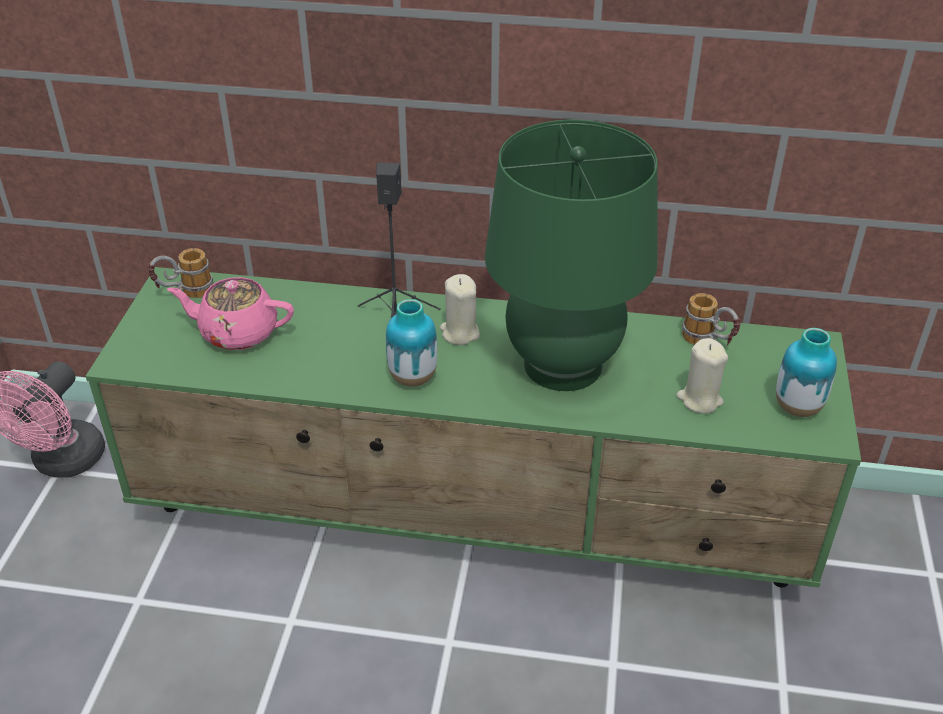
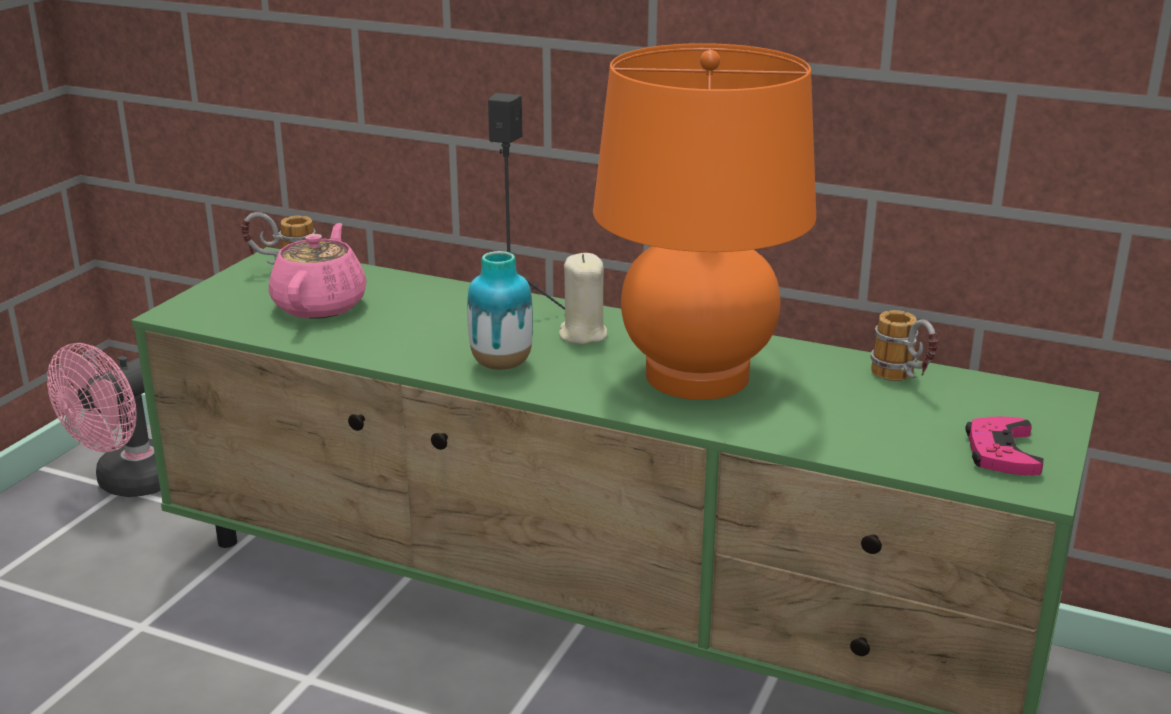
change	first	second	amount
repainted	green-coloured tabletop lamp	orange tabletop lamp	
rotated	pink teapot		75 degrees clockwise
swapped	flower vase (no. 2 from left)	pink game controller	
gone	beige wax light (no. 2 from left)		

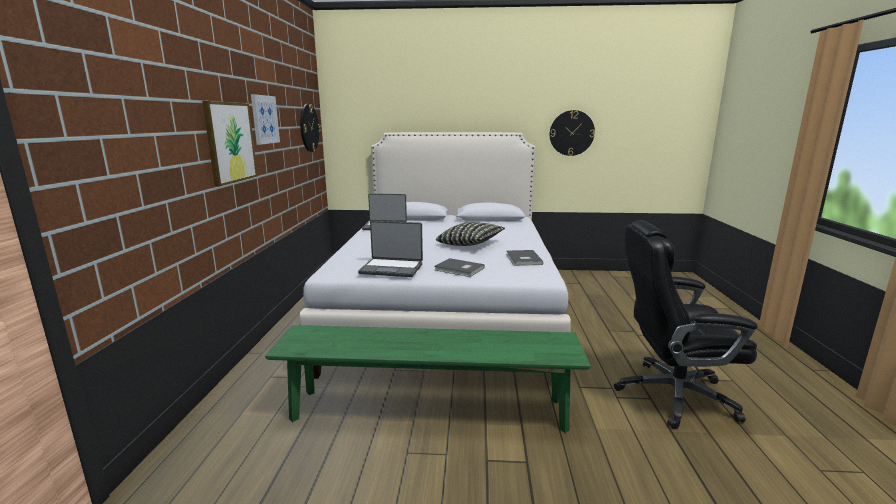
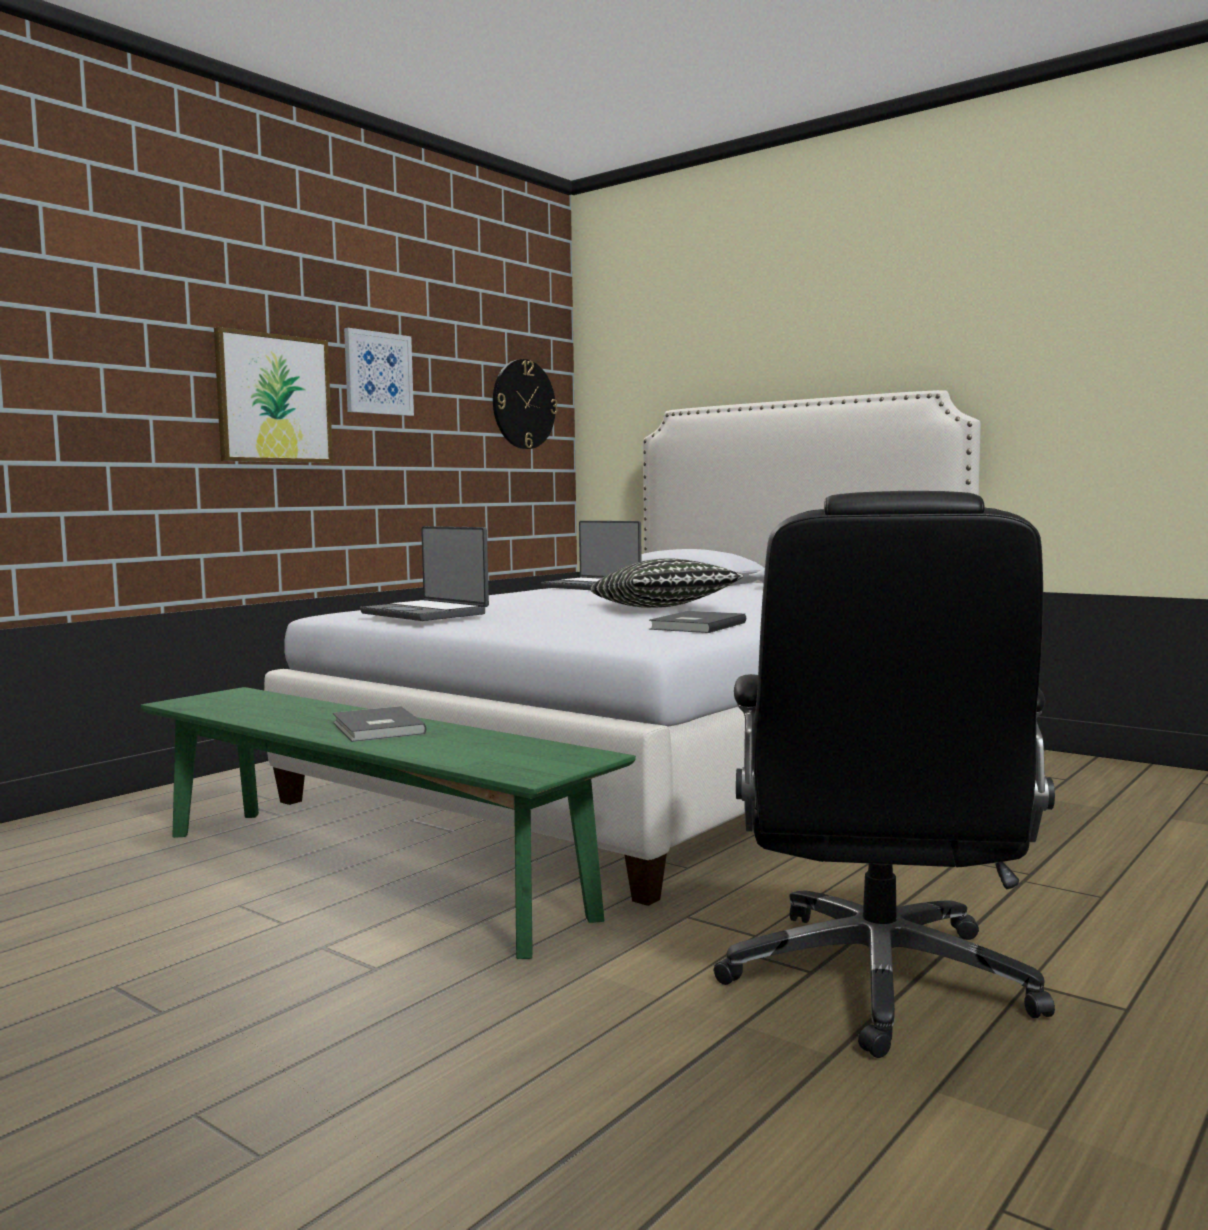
change	first	second	amount
gone	hanging clock (no. 2 from left)		
rotated	black-coloured office chair		120 degrees counterclockwise
shifted	grey bound book (no. 1 from left)		

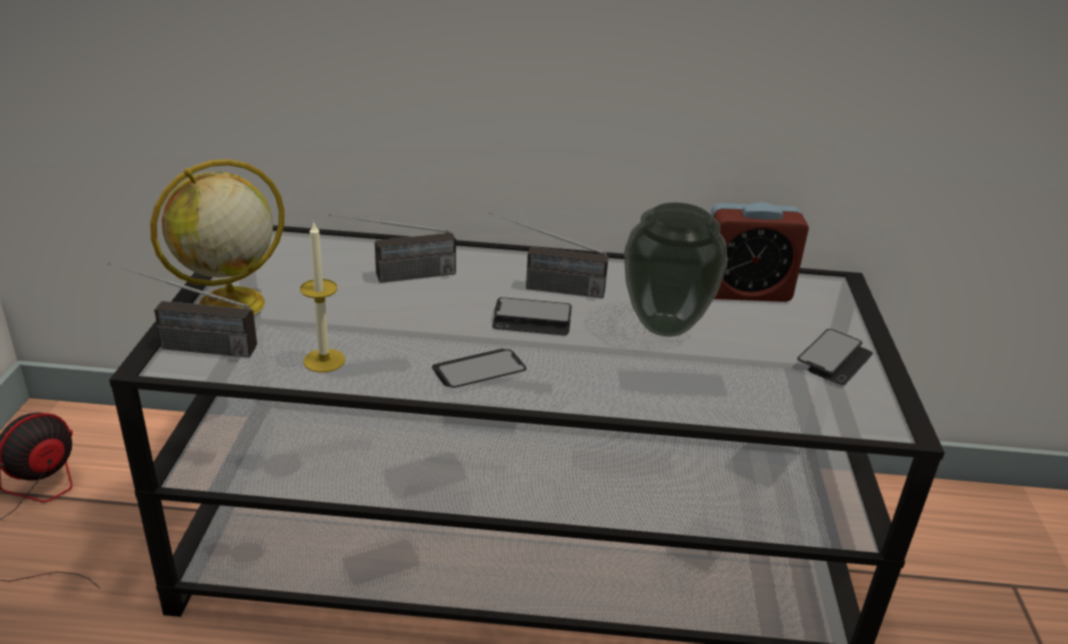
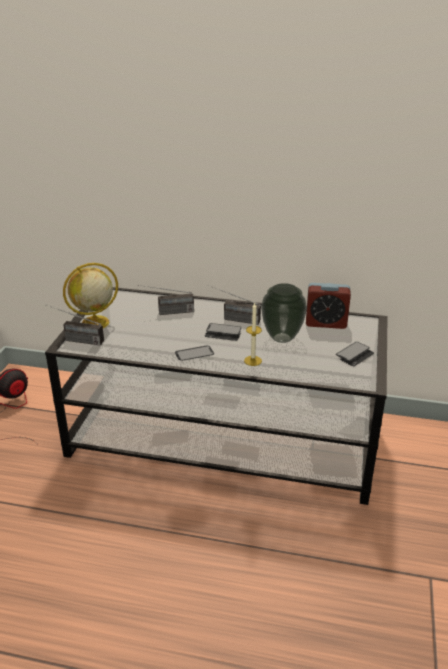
change	first	second	amount
shifted	wax light		

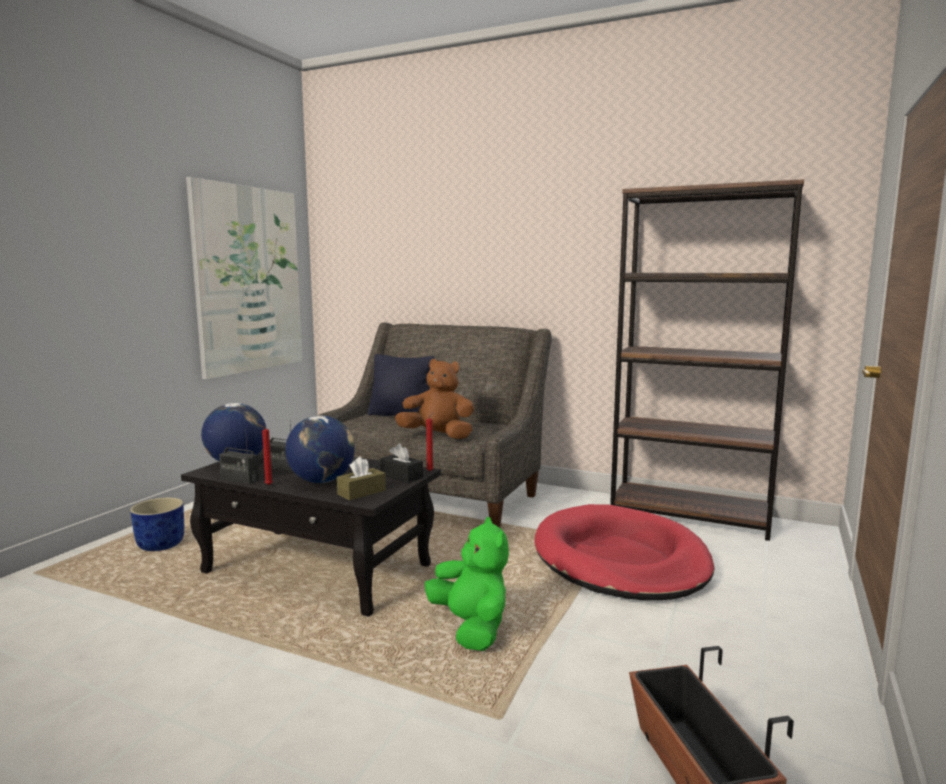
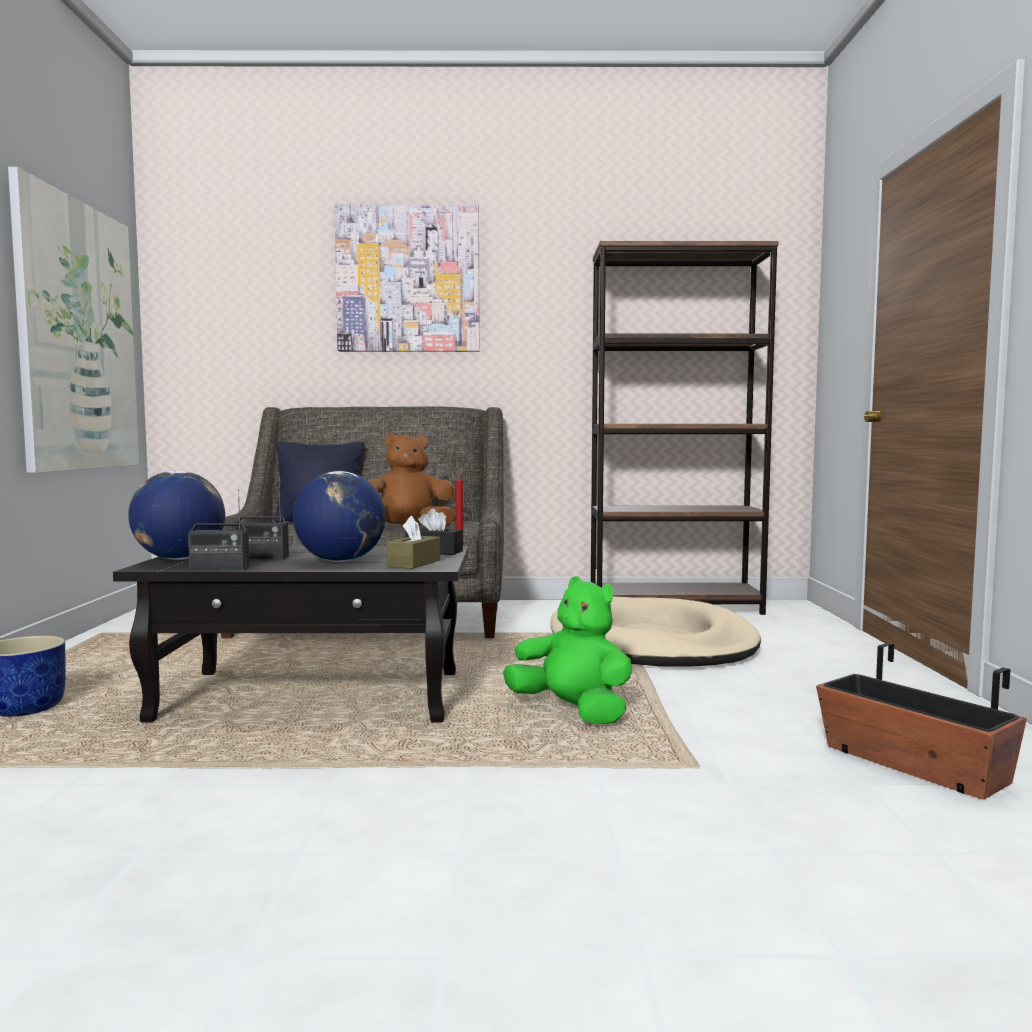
change	first	second	amount
gone	reddish wax light (no. 1 from left)		
repainted	reddish dog bed	beige dog bed	
new		picture (no. 2 from left)	

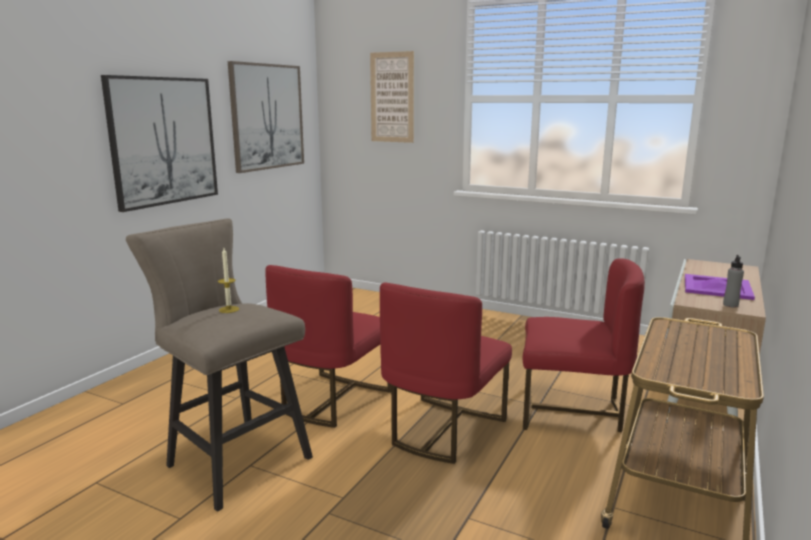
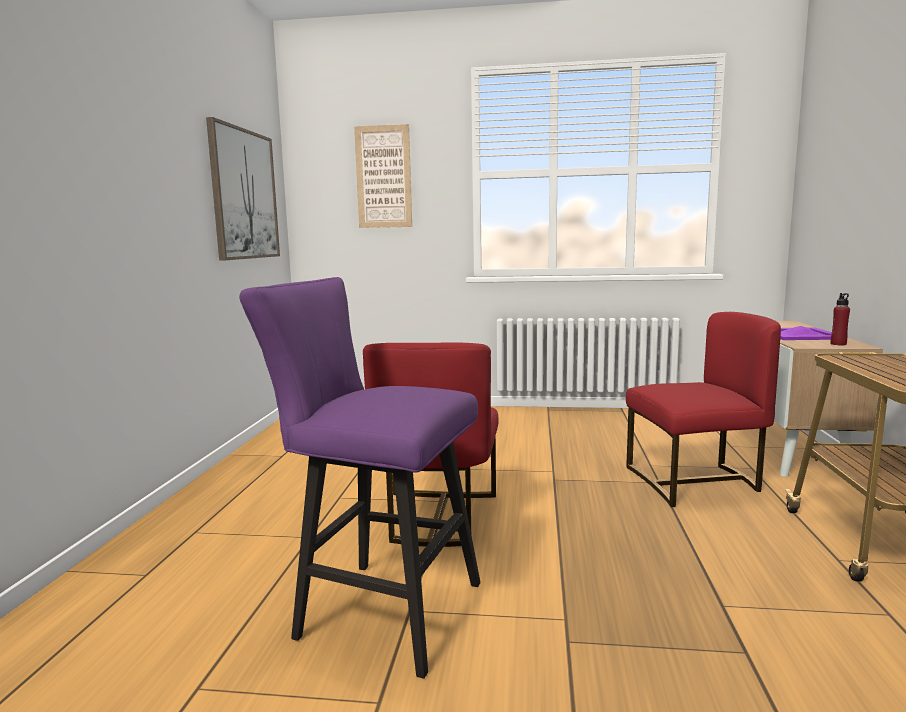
change	first	second	amount
gone	picture (no. 1 from left)		
repainted	beige sitting stool	purplish sitting stool	
gone	wax light		
repainted	grey bottle	reddish bottle	
gone	reddish upright chair (no. 2 from left)		

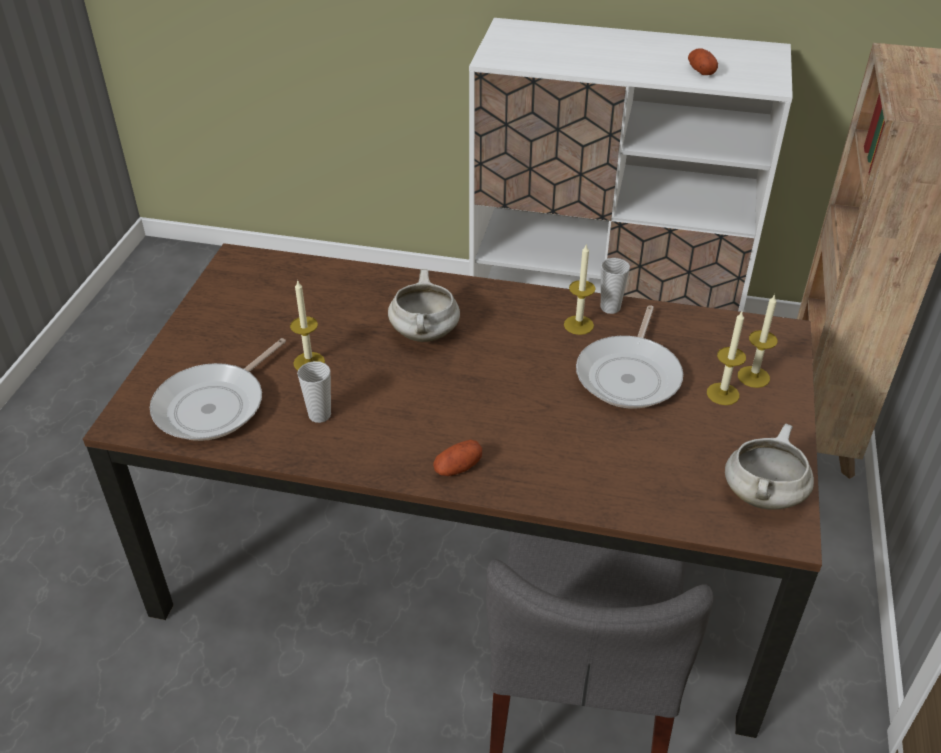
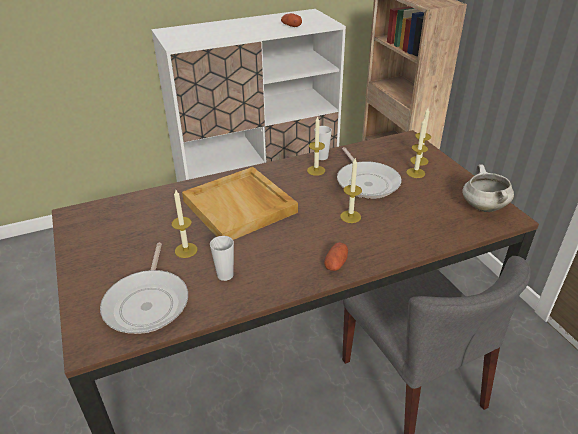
change	first	second	amount
swapped	white stockpot (no. 1 from left)	beige tray	
new		wax light (no. 3 from left)	

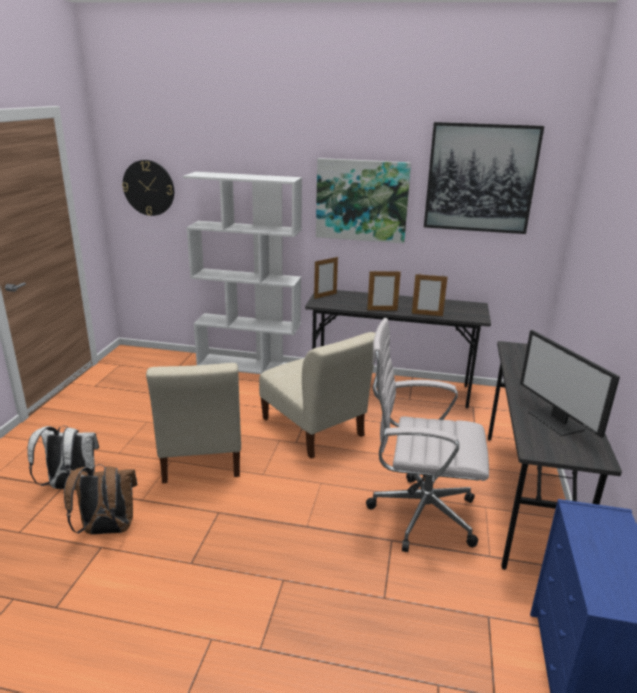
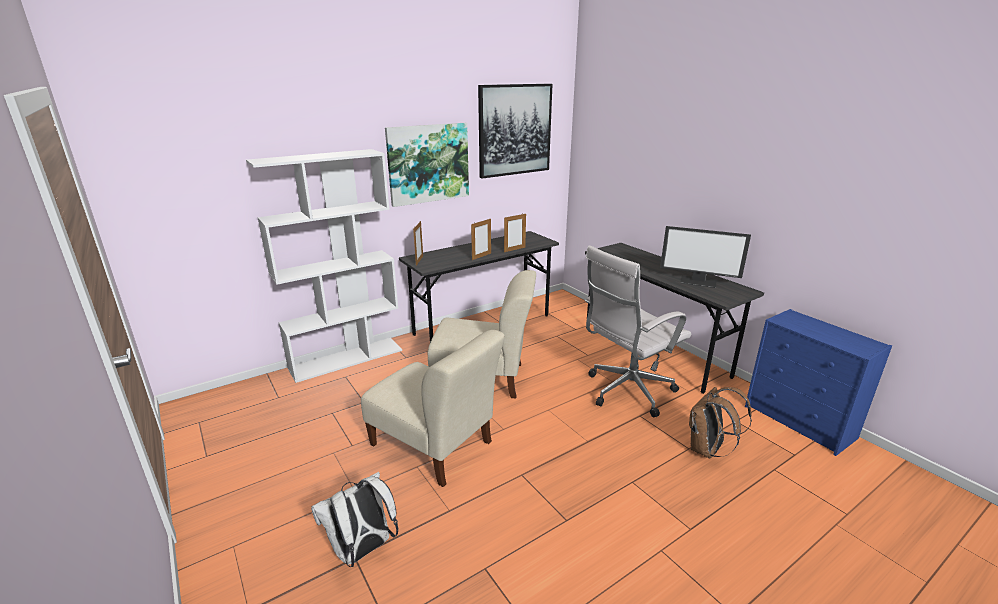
change	first	second	amount
gone	hanging clock		
shifted	brownish backpack		

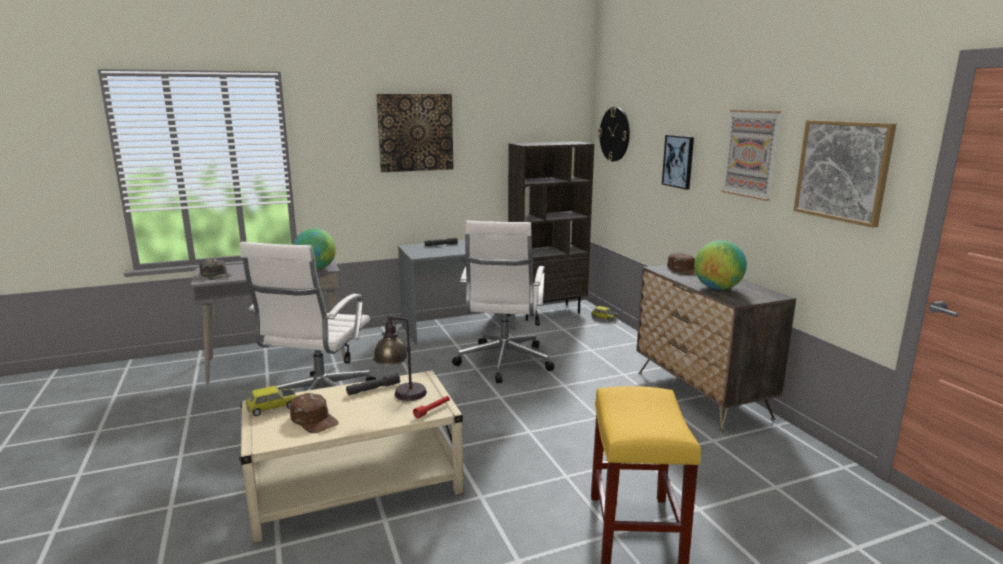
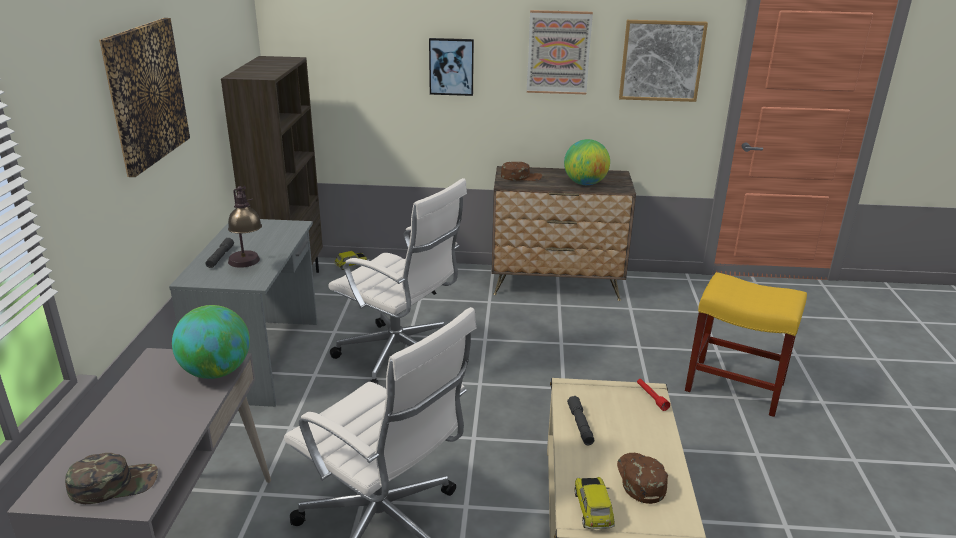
change	first	second	amount
gone	hanging clock		
shifted	tabletop lamp		
rotated	brownish cap (no. 1 from left in the first image)	brownish cap (no. 2 from left)	75 degrees counterclockwise

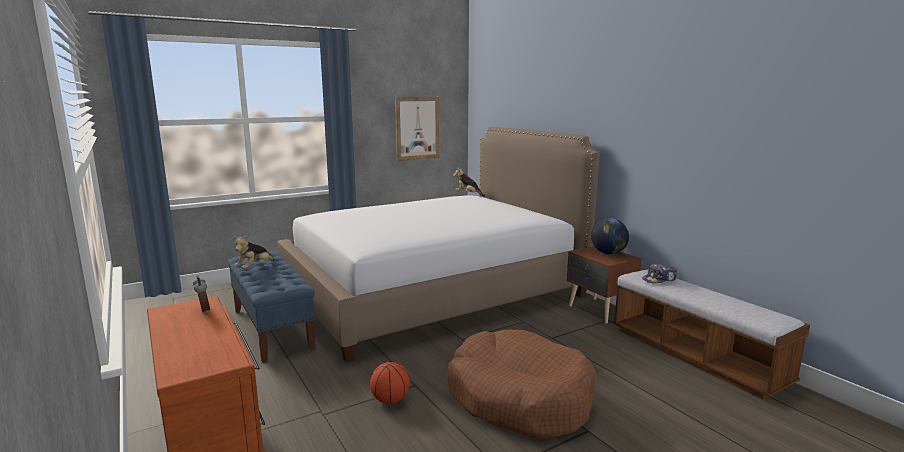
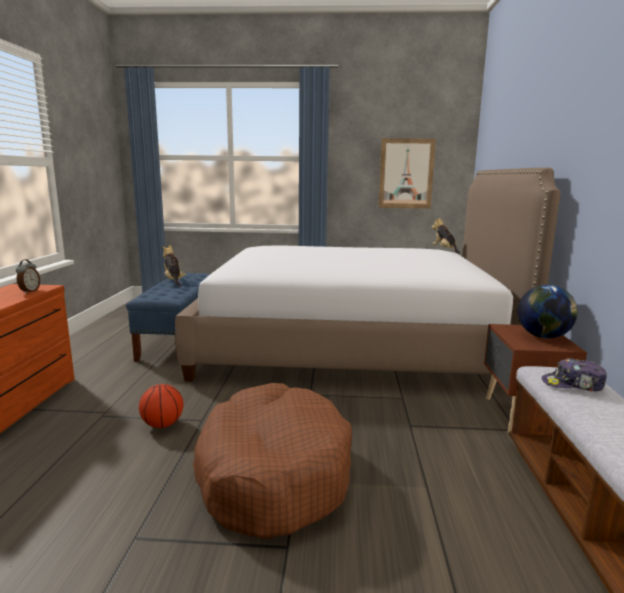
change	first	second	amount
rotated	cuddly toy (no. 1 from left)		90 degrees clockwise

